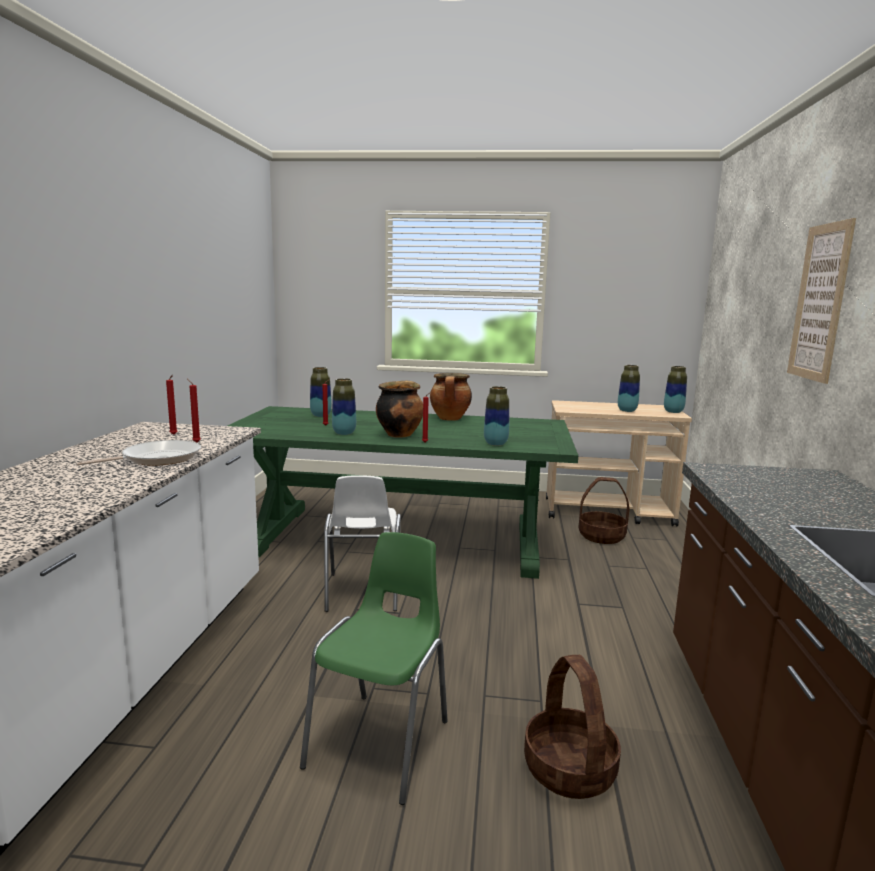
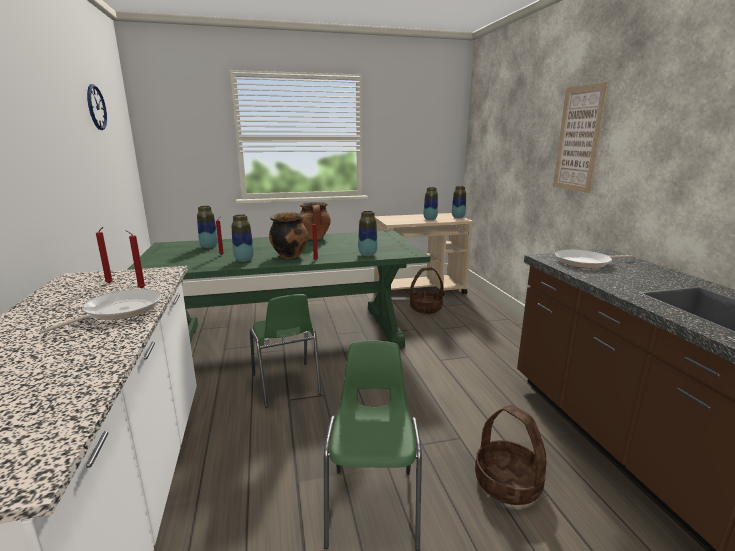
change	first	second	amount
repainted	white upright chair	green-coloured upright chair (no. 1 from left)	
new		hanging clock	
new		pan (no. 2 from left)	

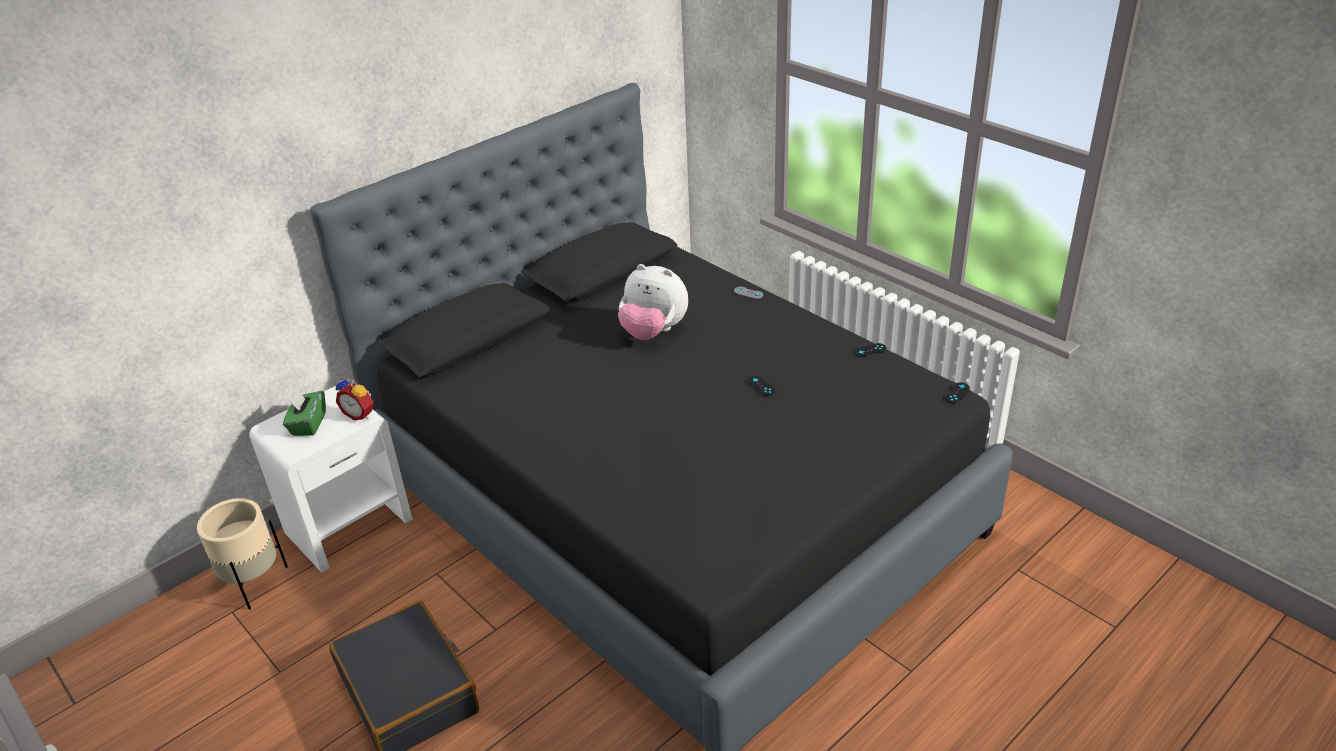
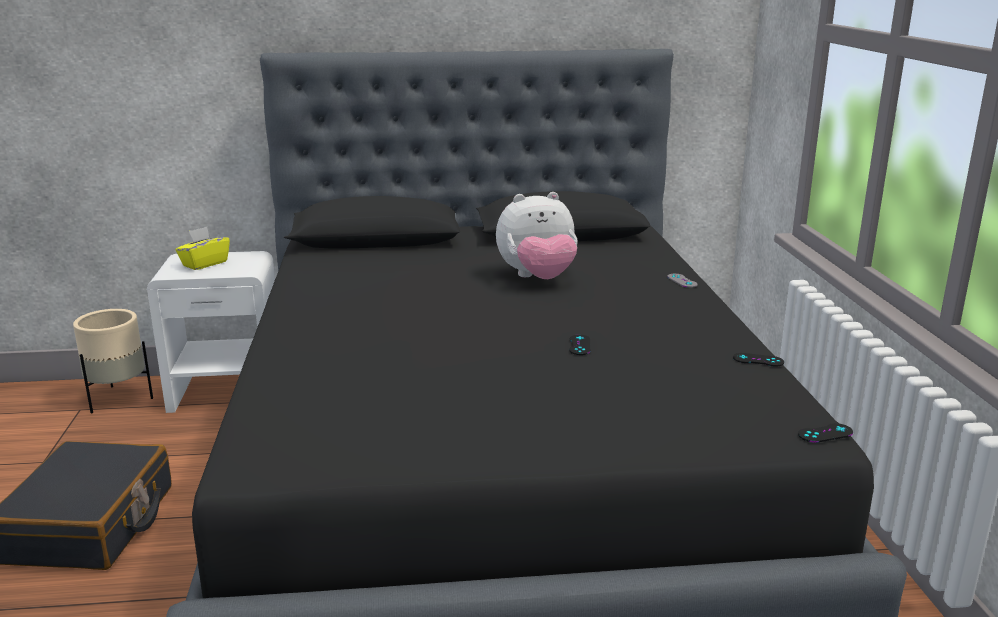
change	first	second	amount
rotated	cuddly toy		75 degrees counterclockwise
gone	table clock		
repainted	green-coloured tissue holder	yellow tissue holder	

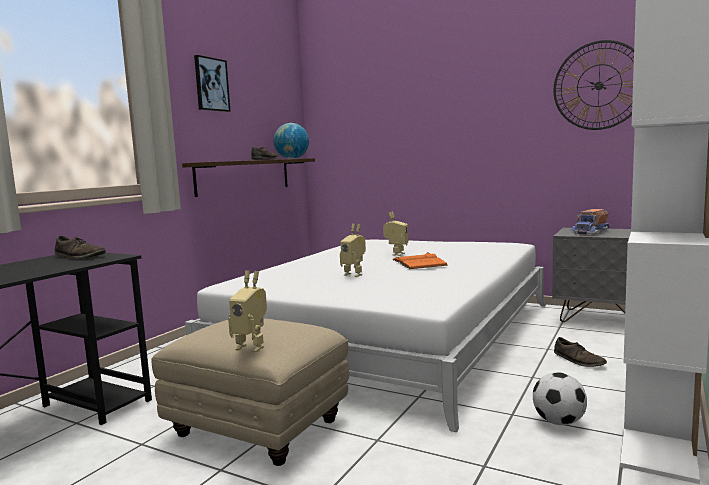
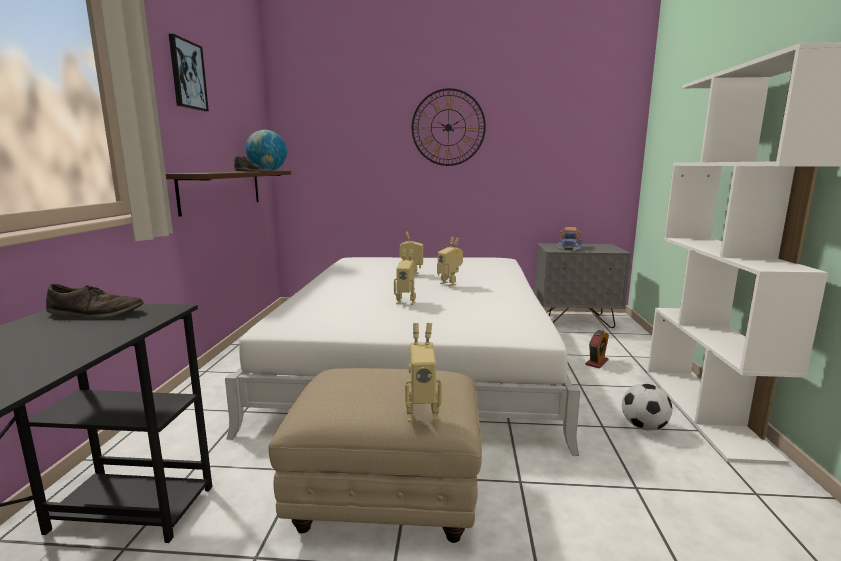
change	first	second	amount
shifted	hanging clock		
swapped	orange bound book	robot figure (no. 4 from left)	
swapped	brownish item of footwear (no. 3 from left)	table clock	

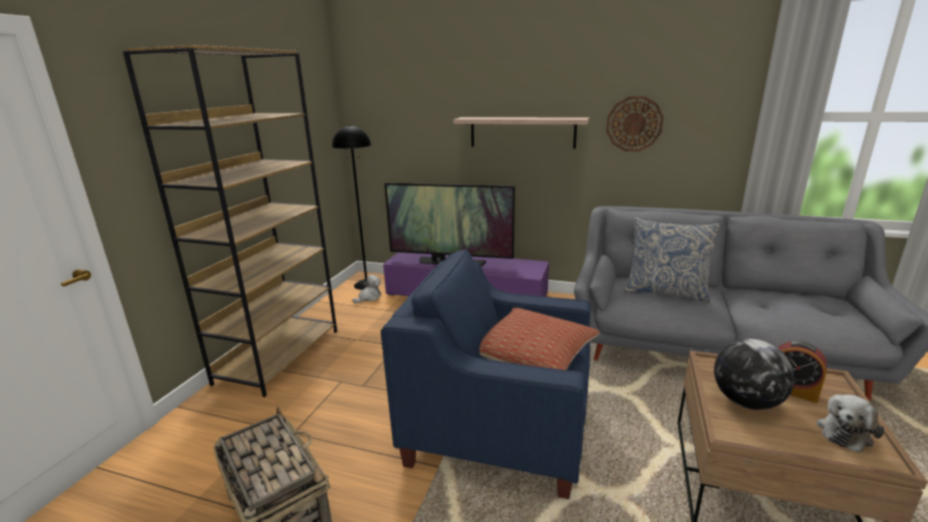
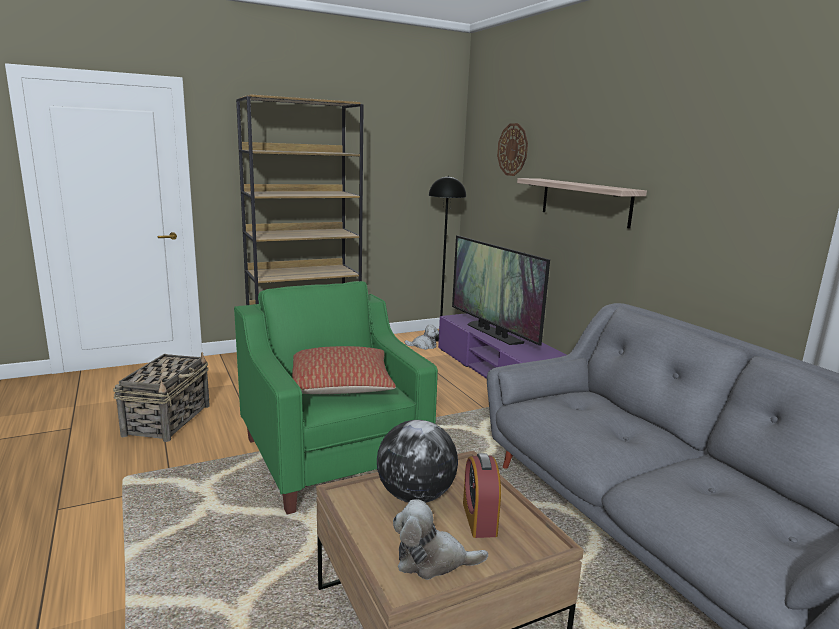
change	first	second	amount
shifted	hanging clock		
gone	pillow (no. 2 from left)		
repainted	blue easy chair	green-coloured easy chair	

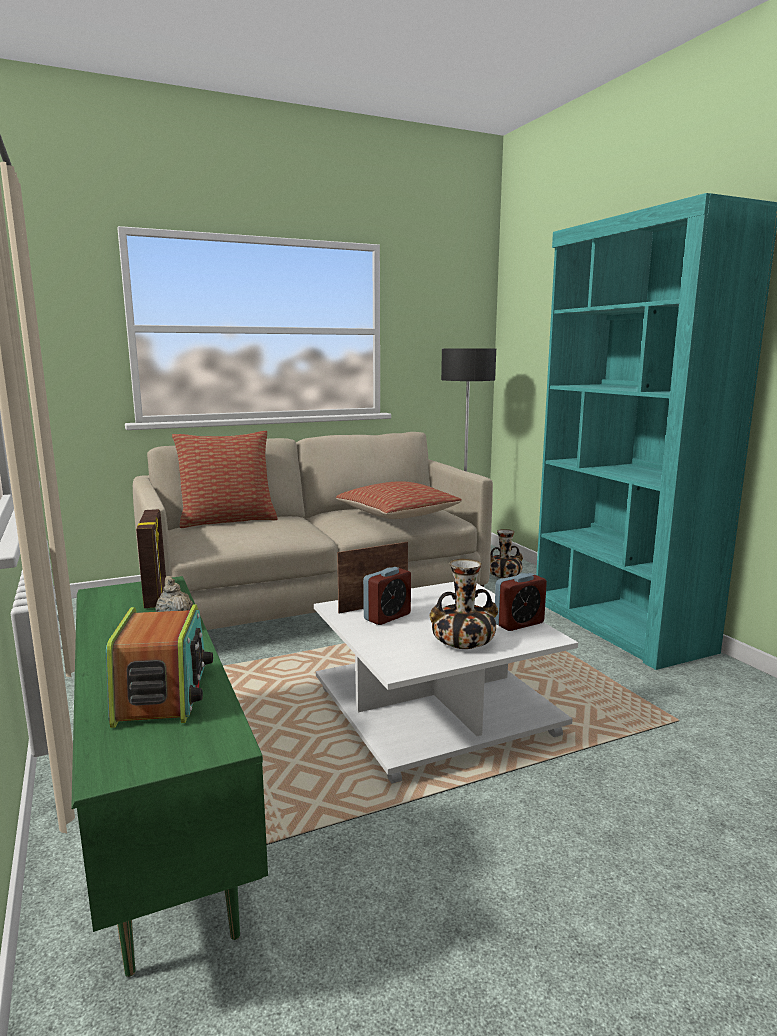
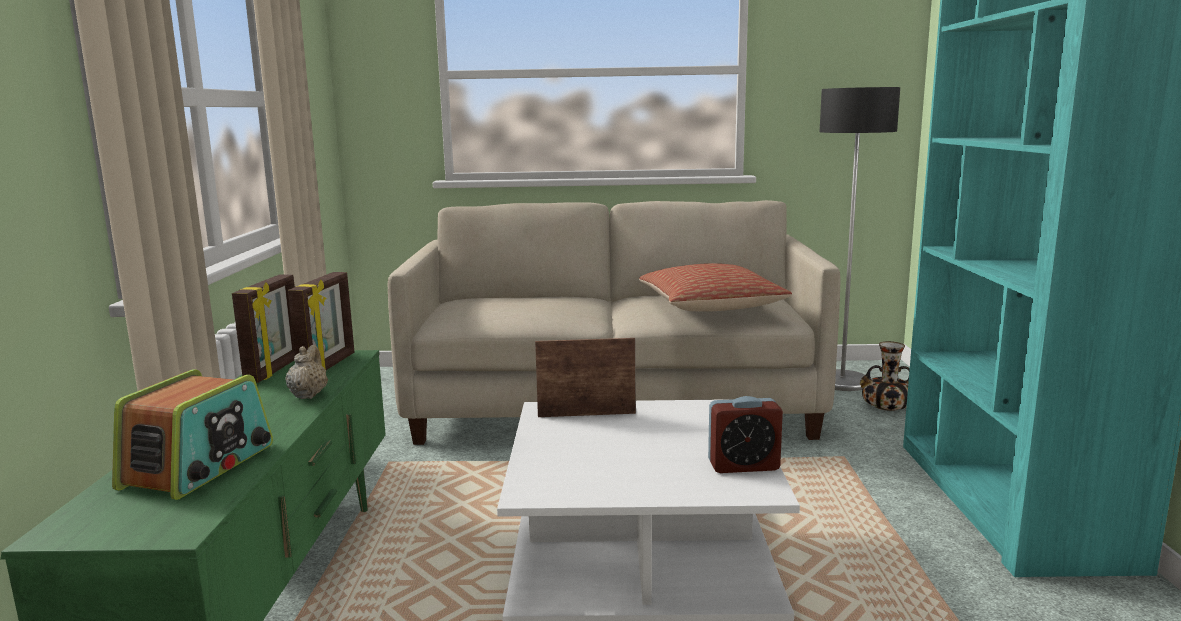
change	first	second	amount
gone	pillow (no. 1 from left)		
gone	flower vase (no. 1 from left)		
gone	table clock (no. 1 from left)		
new		standing frame (no. 1 from left)	

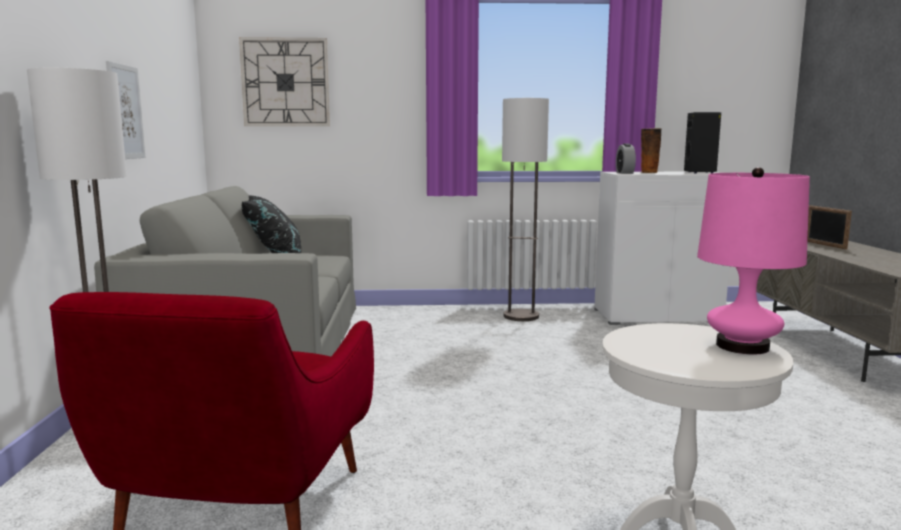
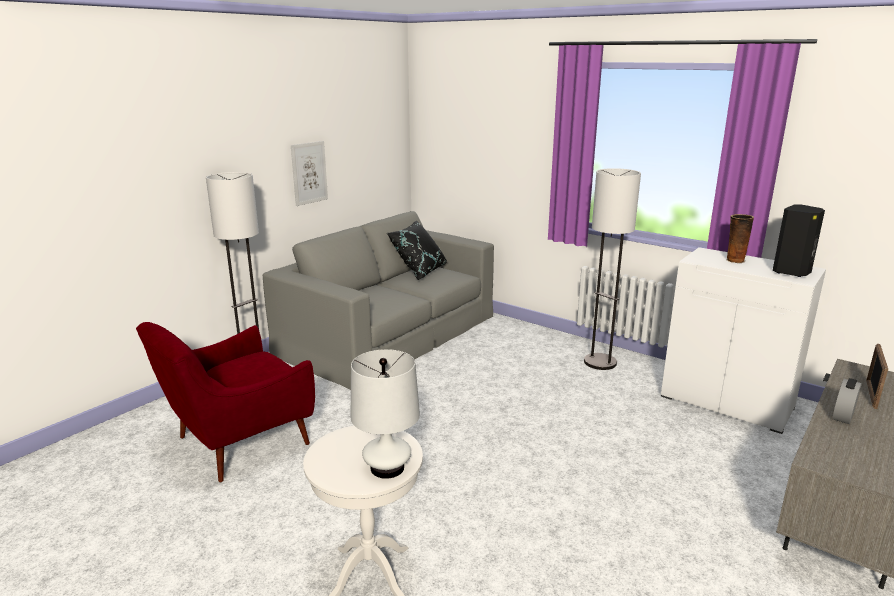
change	first	second	amount
gone	hanging clock		
shifted	table clock		
repainted	pink tabletop lamp	white tabletop lamp	

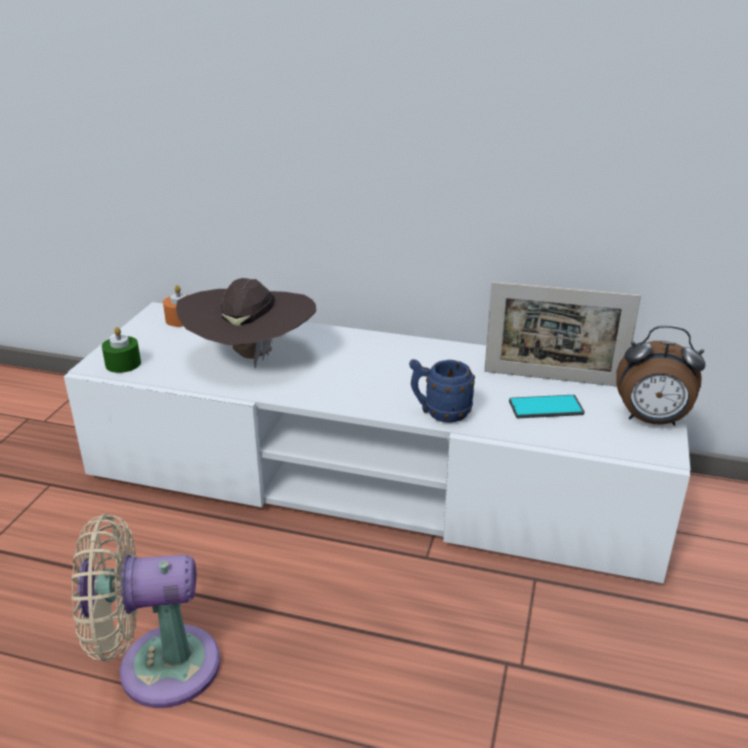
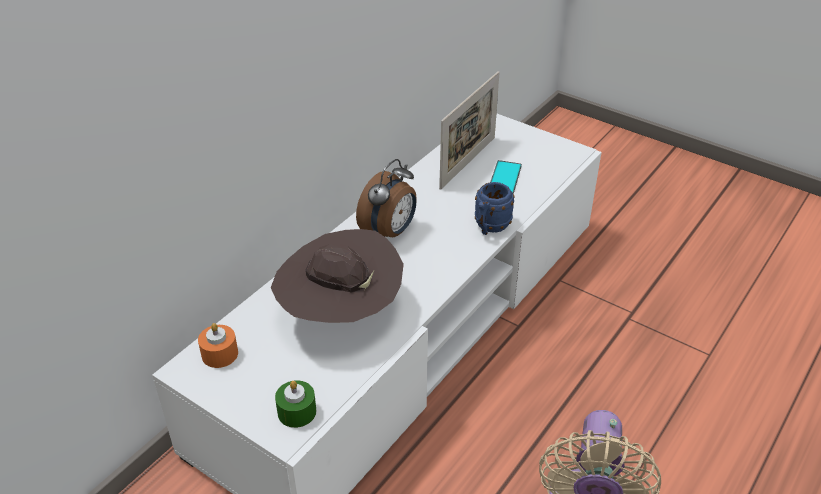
change	first	second	amount
shifted	table clock		

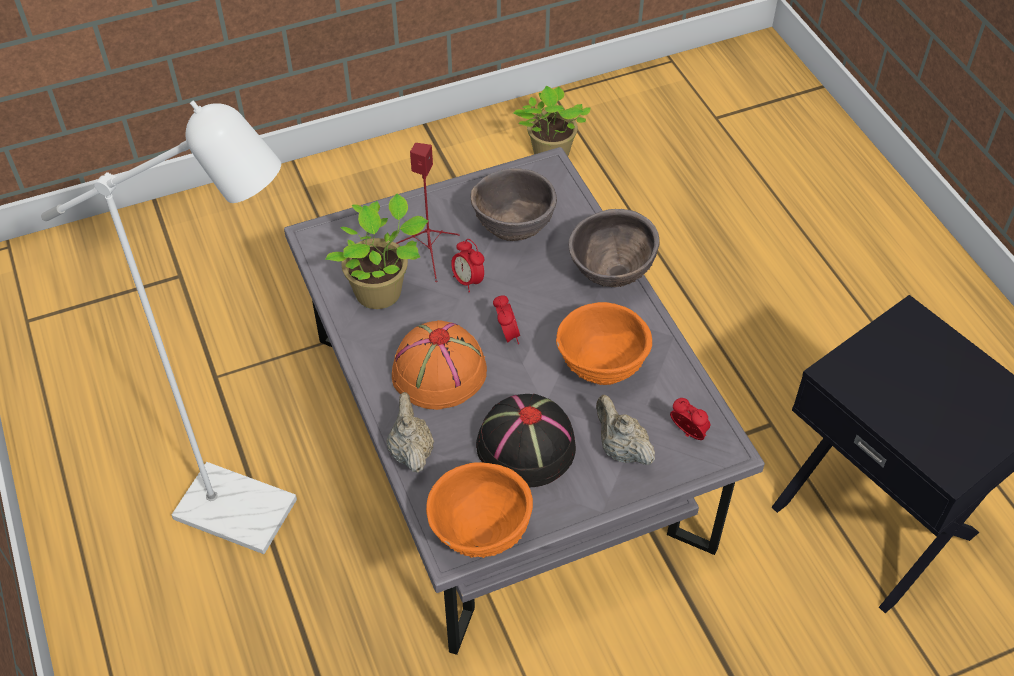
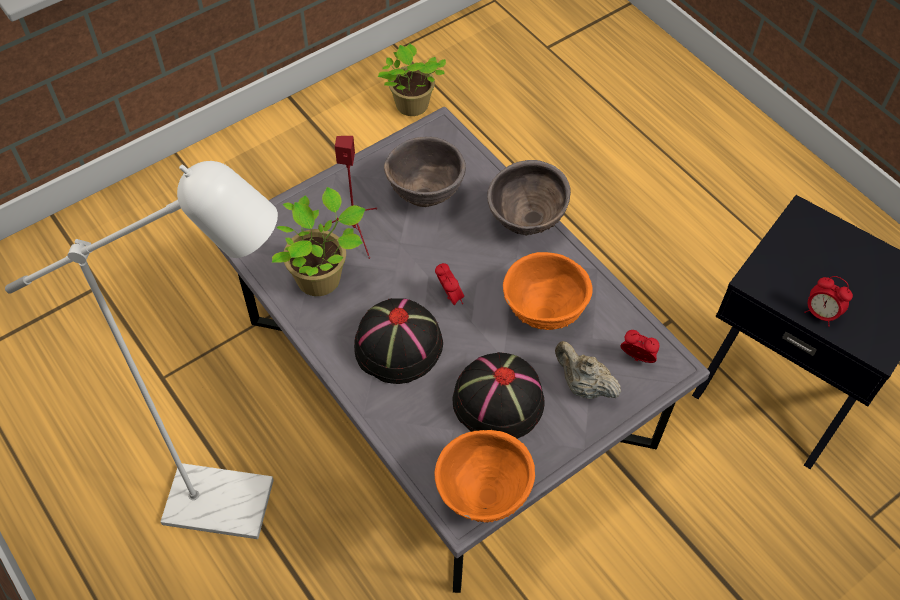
change	first	second	amount
shifted	table clock (no. 1 from left in the first image)	table clock (no. 3 from left)	
repainted	orange wearable hat	black-coloured wearable hat (no. 1 from left)	
gone	beige teapot (no. 1 from left)		

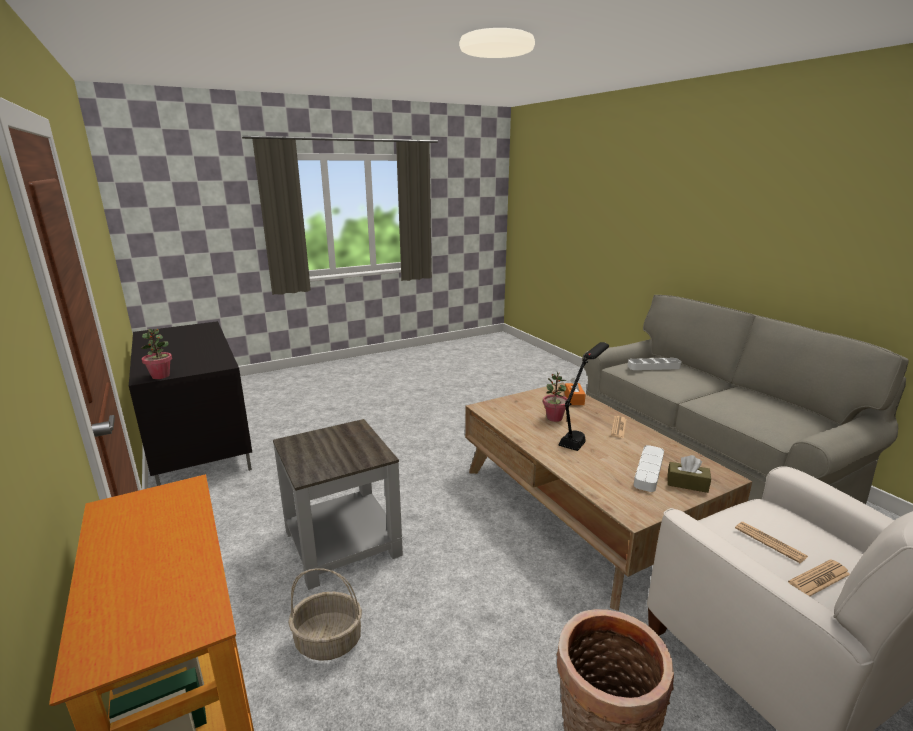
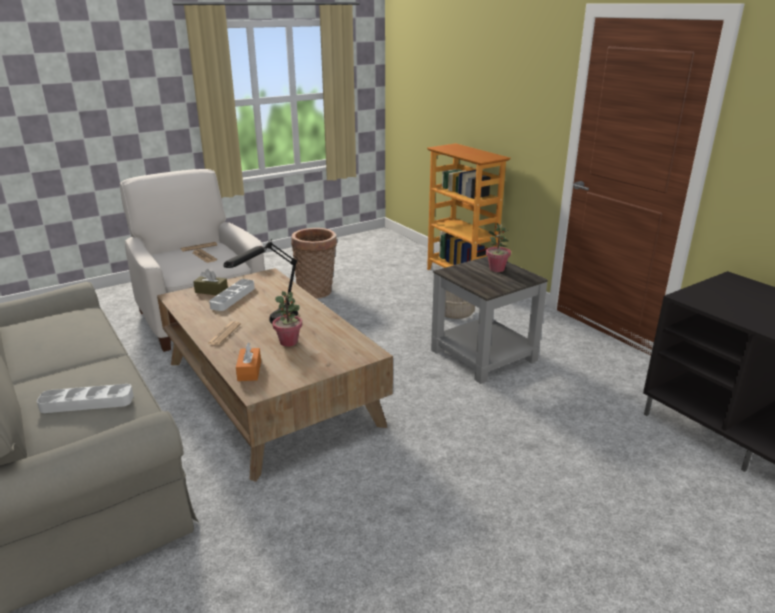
change	first	second	amount
shifted	plant in a pot (no. 1 from left in the first image)	plant in a pot (no. 2 from left)	

